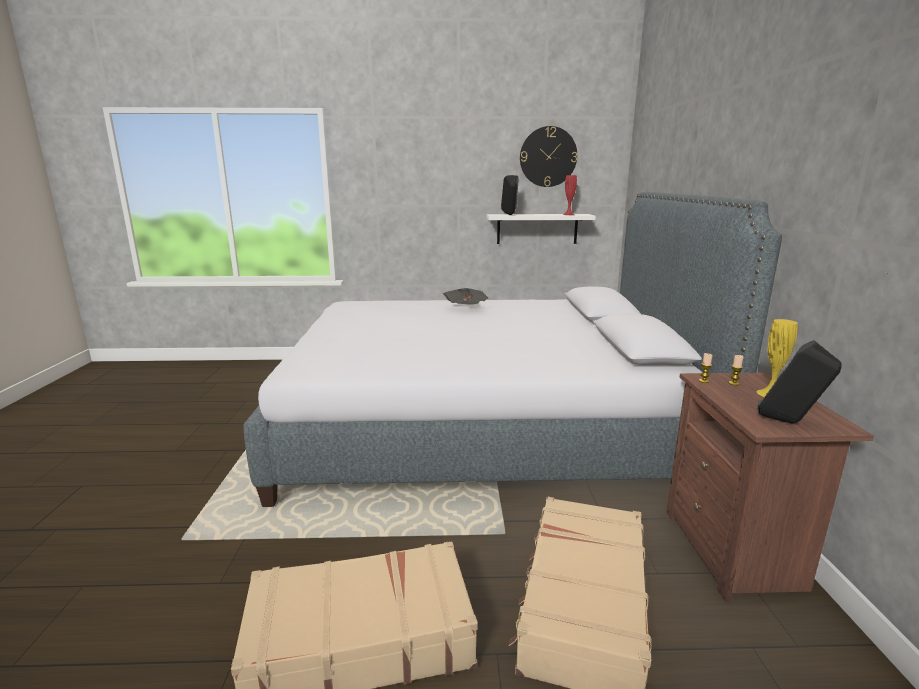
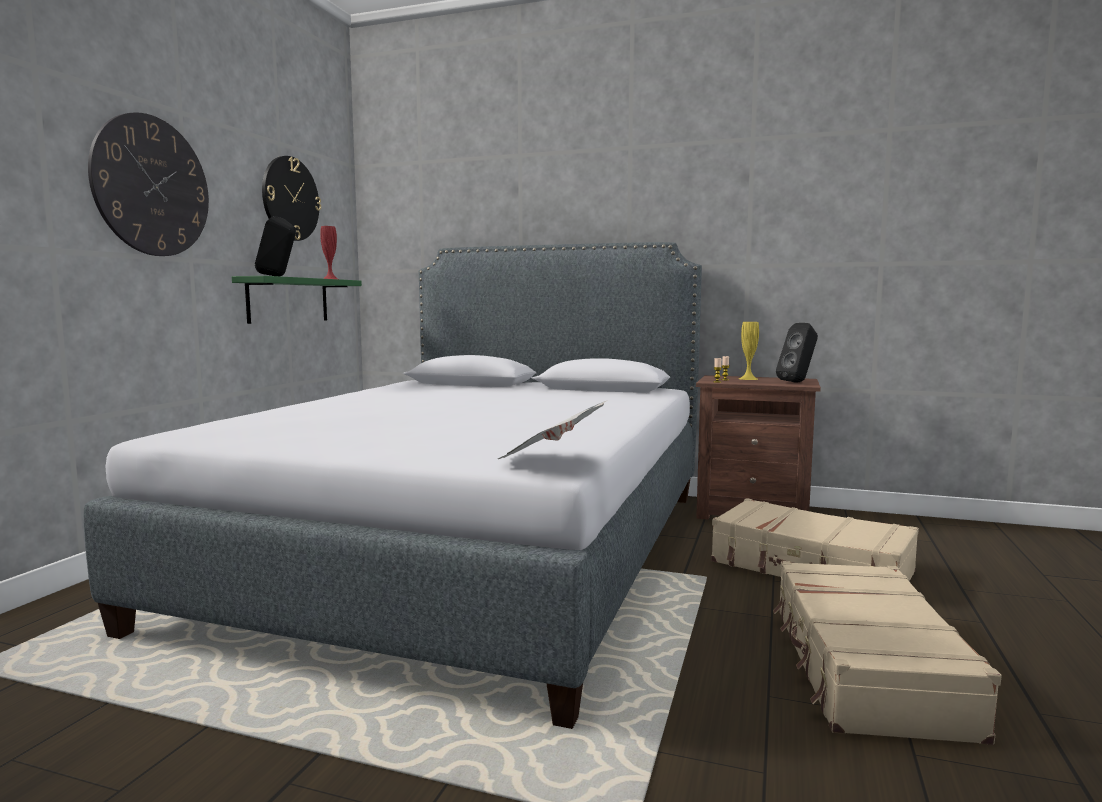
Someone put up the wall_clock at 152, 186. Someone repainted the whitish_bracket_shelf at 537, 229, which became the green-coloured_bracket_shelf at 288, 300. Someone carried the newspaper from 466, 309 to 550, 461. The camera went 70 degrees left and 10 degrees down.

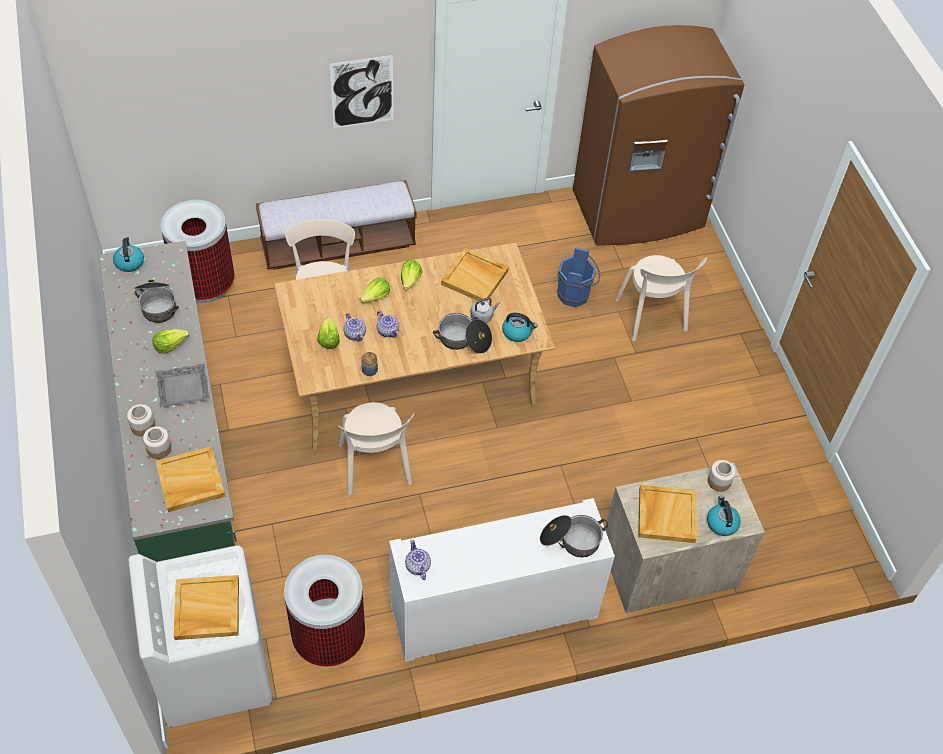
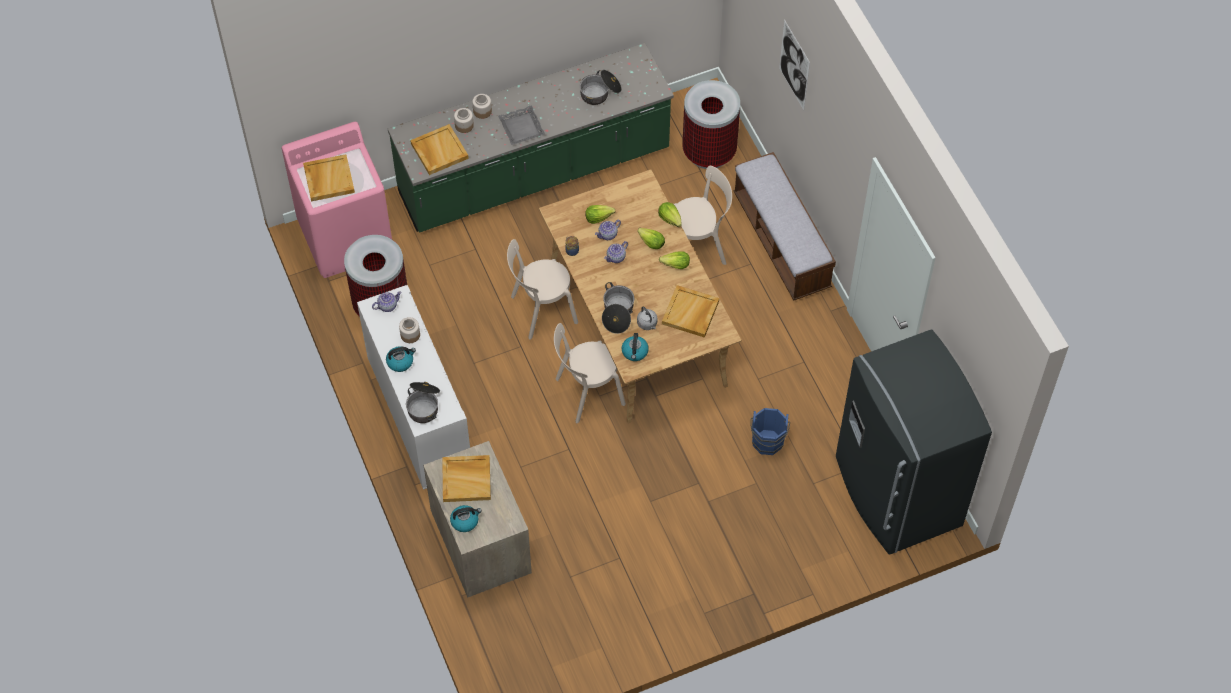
Someone repainted the whitish_laundry_machine at 214, 670, which became the pink_laundry_machine at 346, 237. Someone carried the tea_kettle from 129, 262 to 400, 362. Someone carried the preserve_jar from 718, 481 to 410, 334. Someone carried the beige_plain_chair from 652, 318 to 586, 393. Someone carried the lettuce from 170, 345 to 670, 219. Someone carried the picture from 362, 92 to 794, 65. Someone repainted the brownish_kitchen_fridge at 638, 211, which became the greyish_kitchen_fridge at 895, 493. The camera went 85 degrees right and 5 degrees up.

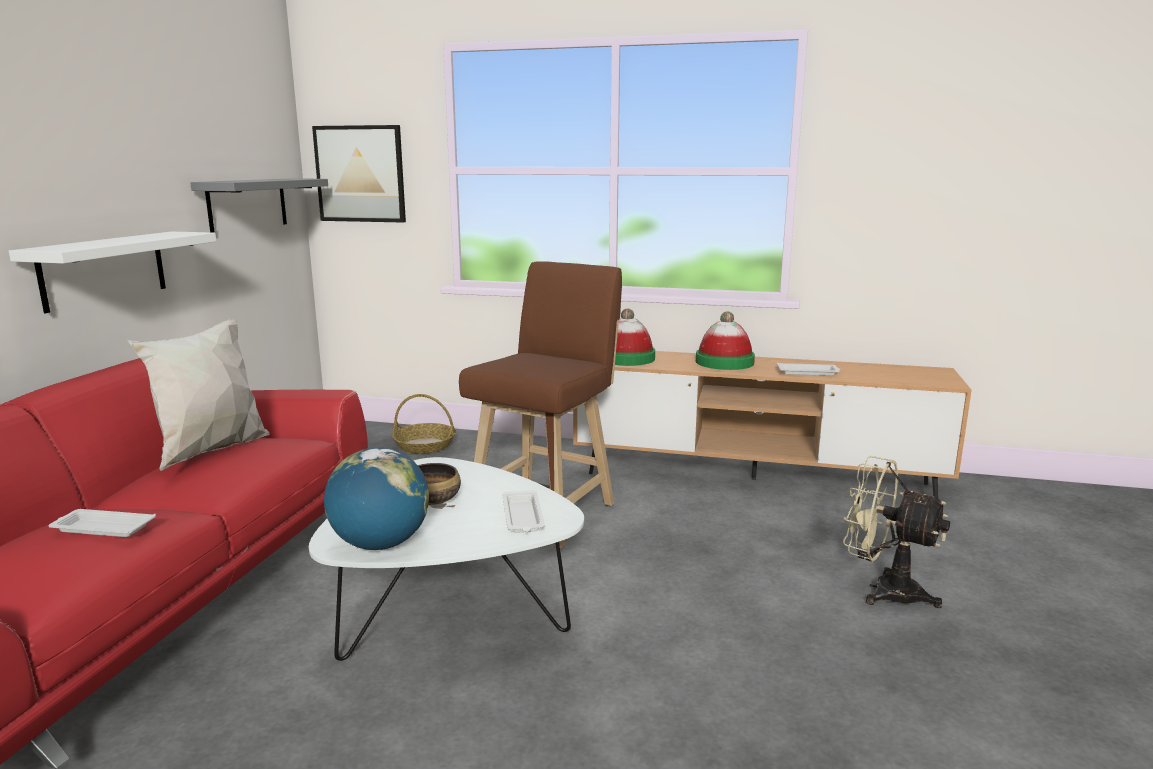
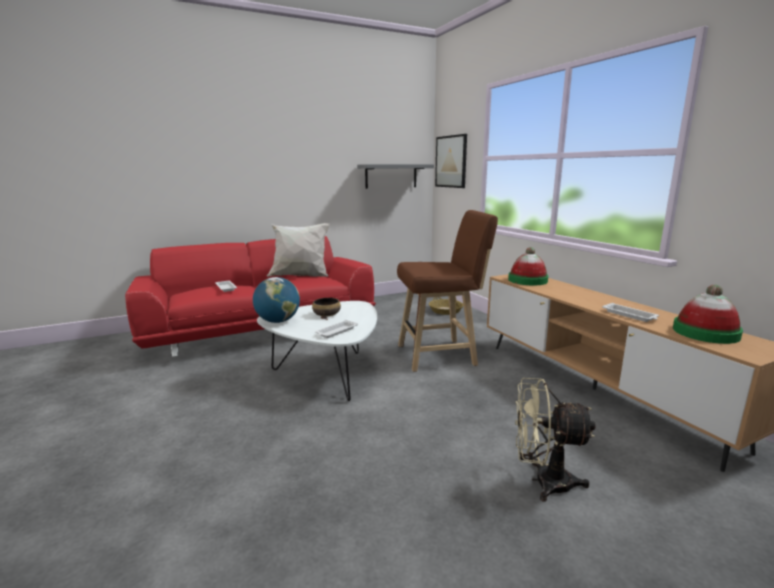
Someone rotated the beige_fan at 883, 590 by 75 degrees counterclockwise. Someone carried the wearable_hat from 724, 362 to 705, 332. Someone took away the whitish_bracket_shelf at 104, 270. The camera went 50 degrees right and 0 degrees up.

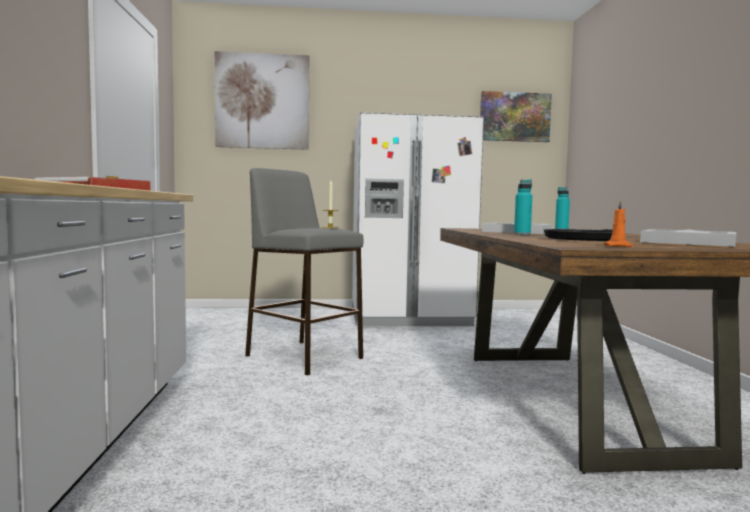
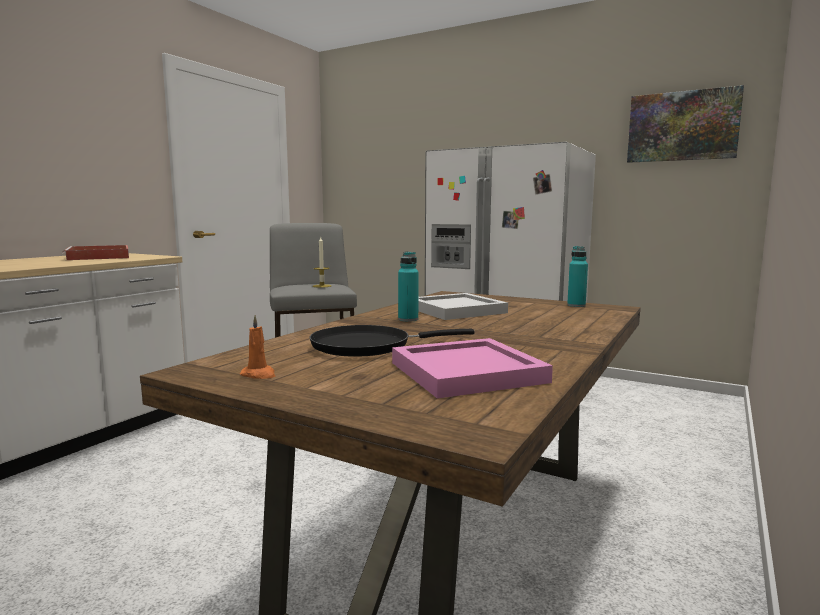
Someone repainted the whitish_carrying_tray at 687, 242, which became the pink_carrying_tray at 467, 371. Someone took away the picture at 262, 101. The camera went 35 degrees right and 5 degrees up.

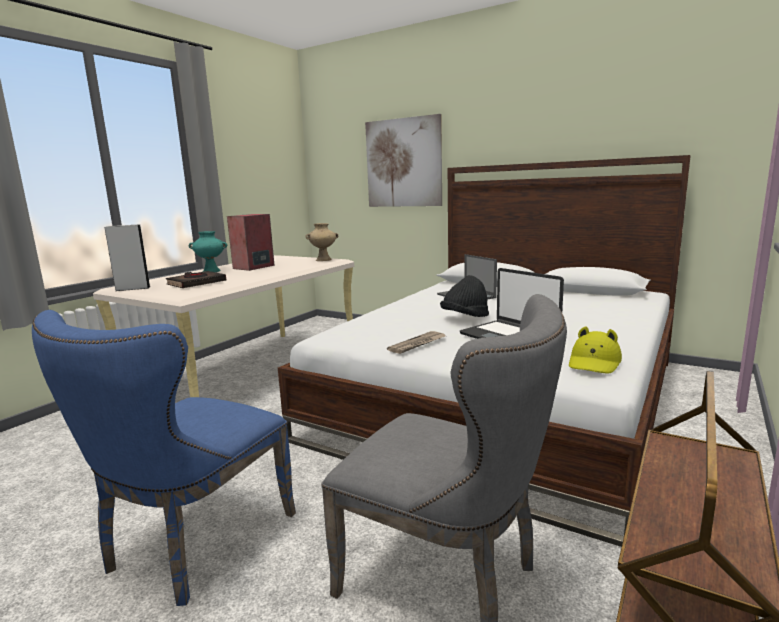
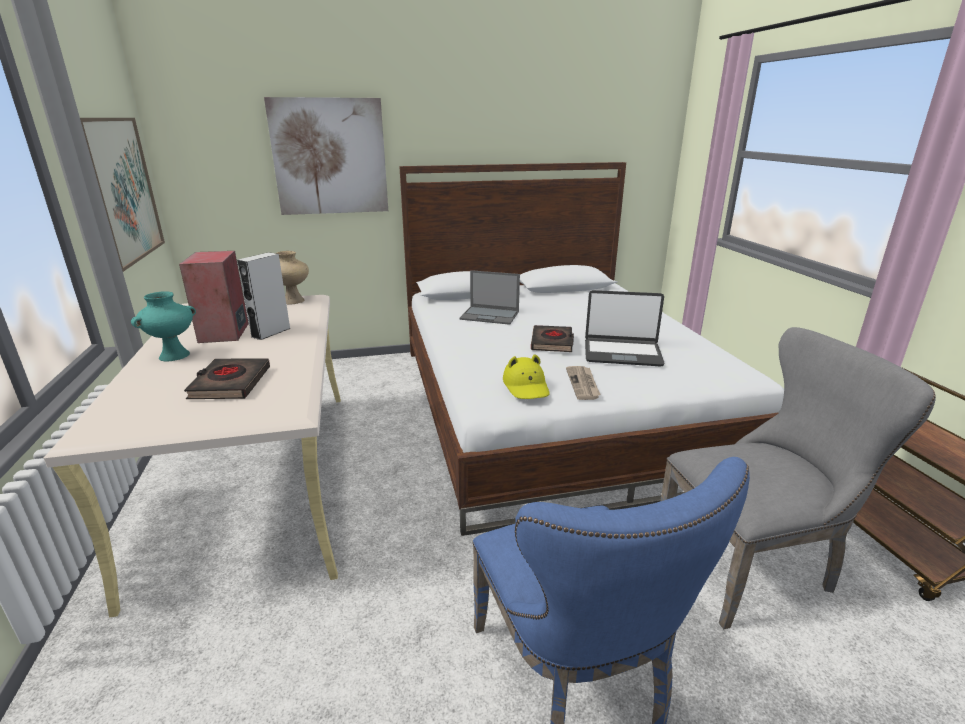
Someone put up the picture at 121, 190. Someone carried the greyish_audio_speaker from 133, 288 to 271, 332. Someone carried the yellowish_wearable_hat from 594, 363 to 526, 386. Someone swapped the black_wearable_hat at 465, 317 for the black_book at 552, 342. The camera went 45 degrees left and 10 degrees up.

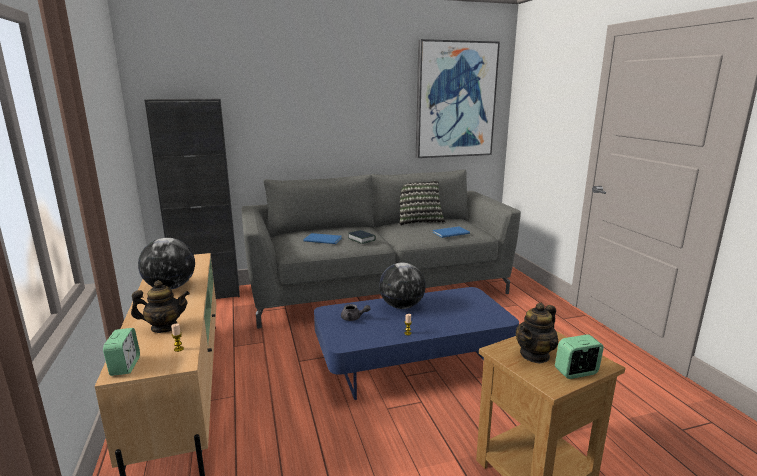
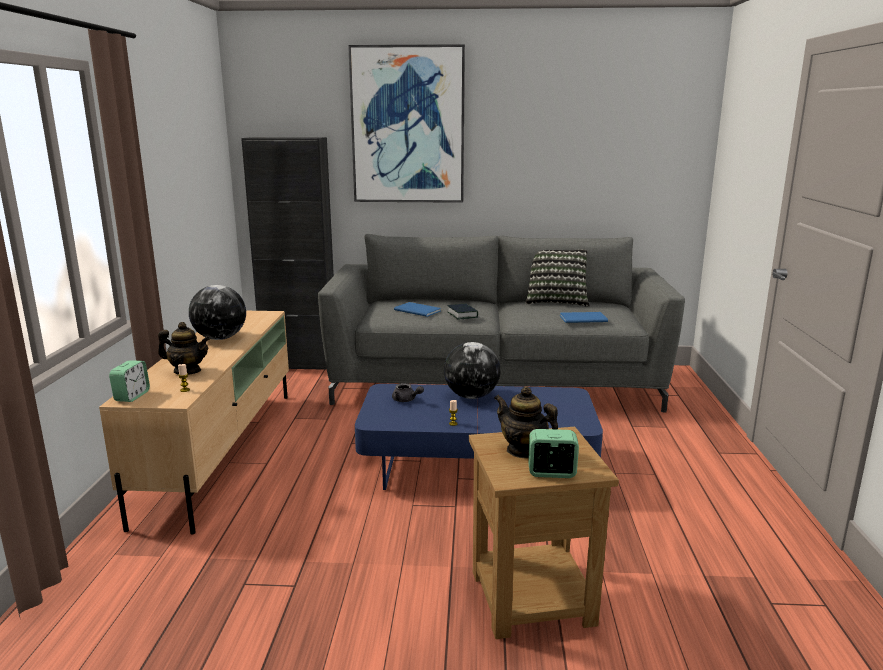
Someone carried the picture from 455, 100 to 408, 125. Someone rotated the tea_pot at 535, 355 by 60 degrees clockwise. The camera went 20 degrees right and 0 degrees up.

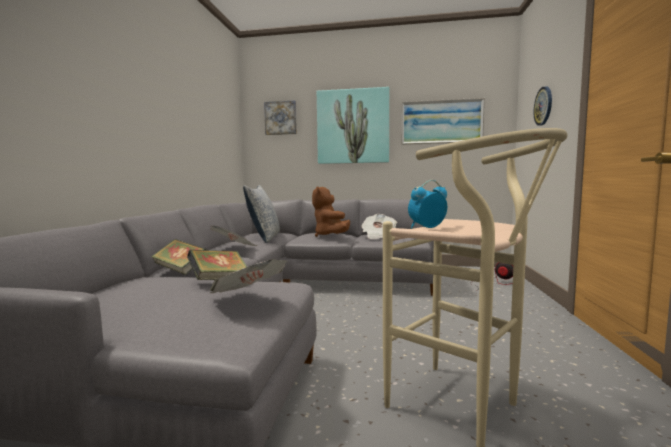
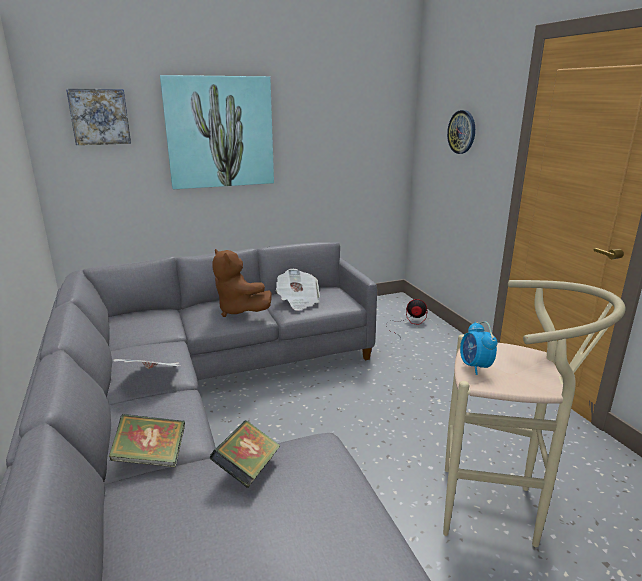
Someone rotated the alarm_clock at 426, 228 by 45 degrees counterclockwise. Someone took away the newspaper at 248, 298. Someone took away the pillow at 264, 238. Someone took away the picture at 441, 122. The camera went 30 degrees left and 15 degrees up.

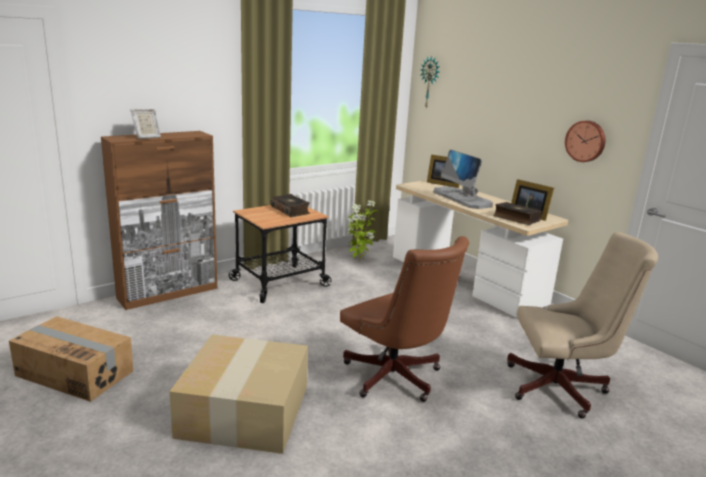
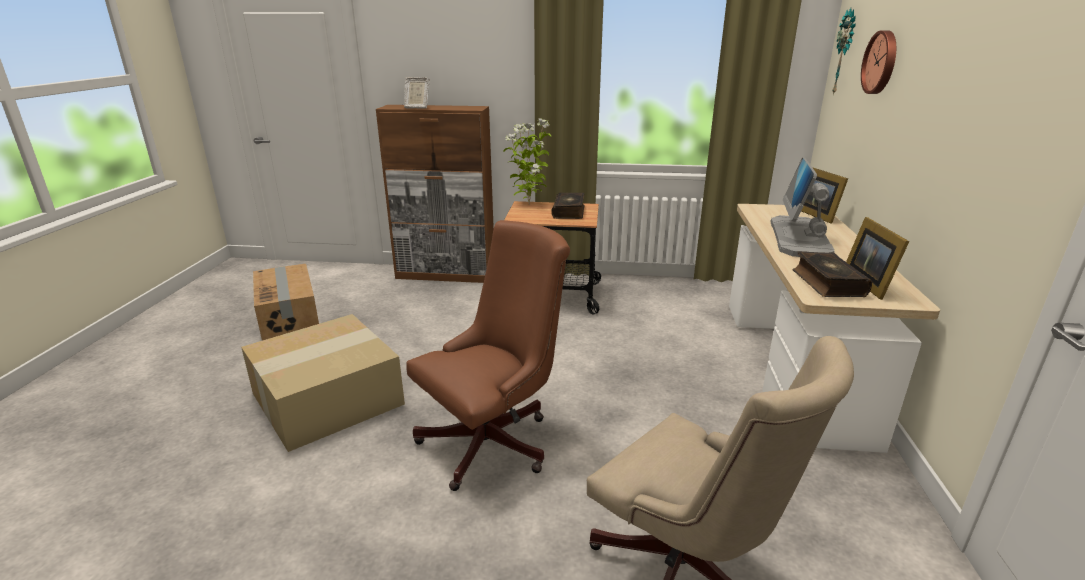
Someone rotated the brownish_desk_chair at 396, 379 by 135 degrees counterclockwise. Someone carried the potted_plant from 358, 261 to 529, 204. Someone carried the wall_clock from 586, 141 to 881, 62. The camera went 45 degrees right and 5 degrees up.

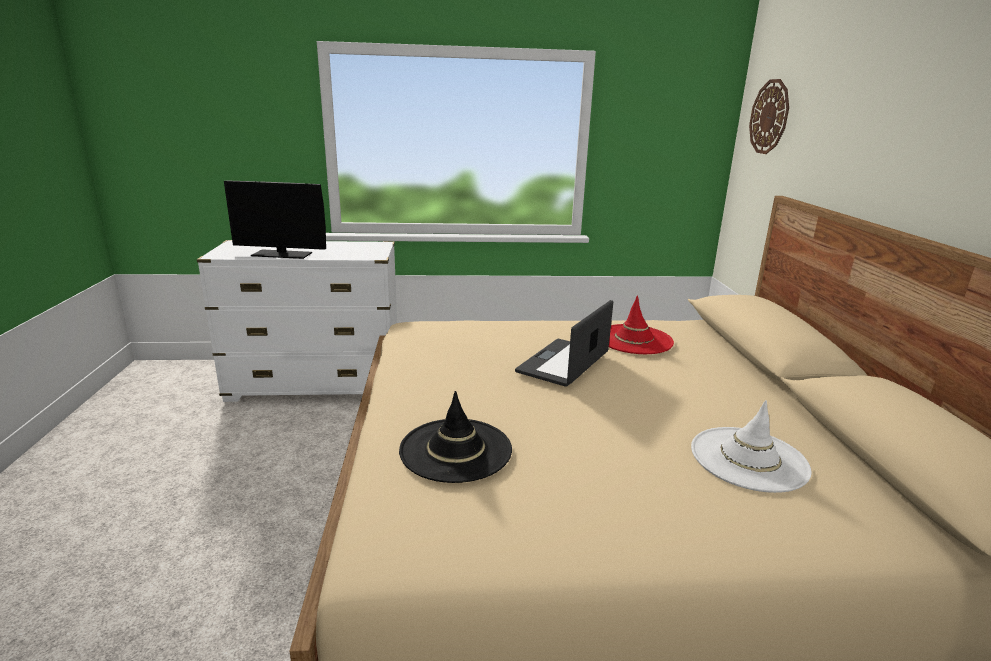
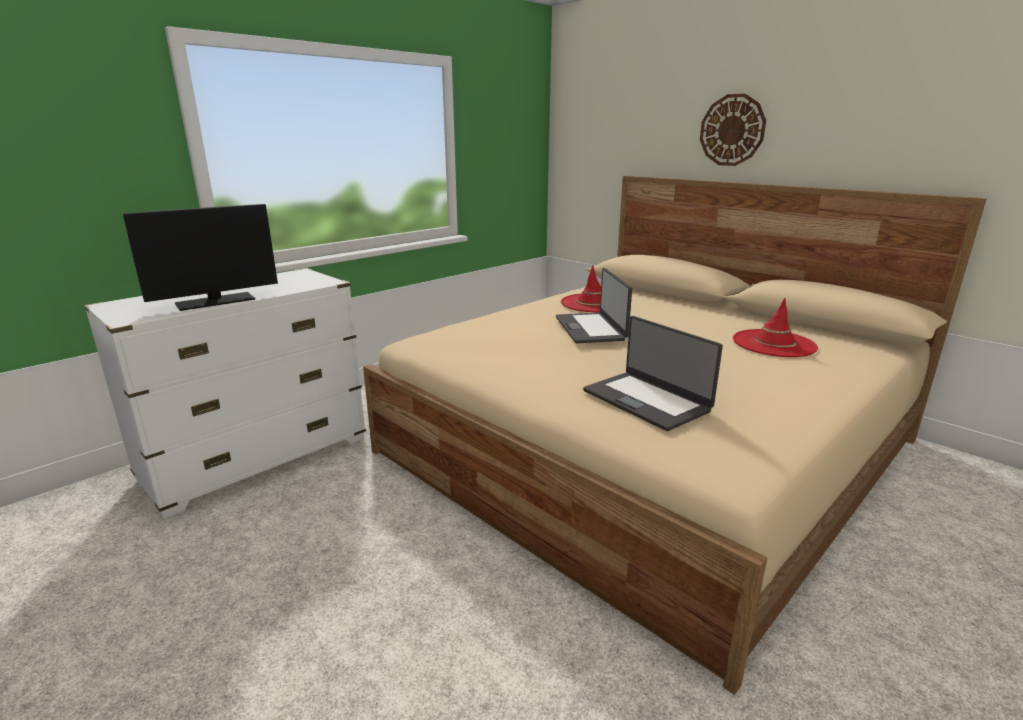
Someone swapped the black_wearable_hat at 456, 450 for the notebook_computer at 647, 400. Someone carried the wall_clock from 769, 117 to 732, 130. Someone repainted the whitish_wearable_hat at 748, 459, which became the red_wearable_hat at 773, 344. The camera went 40 degrees left and 0 degrees up.

